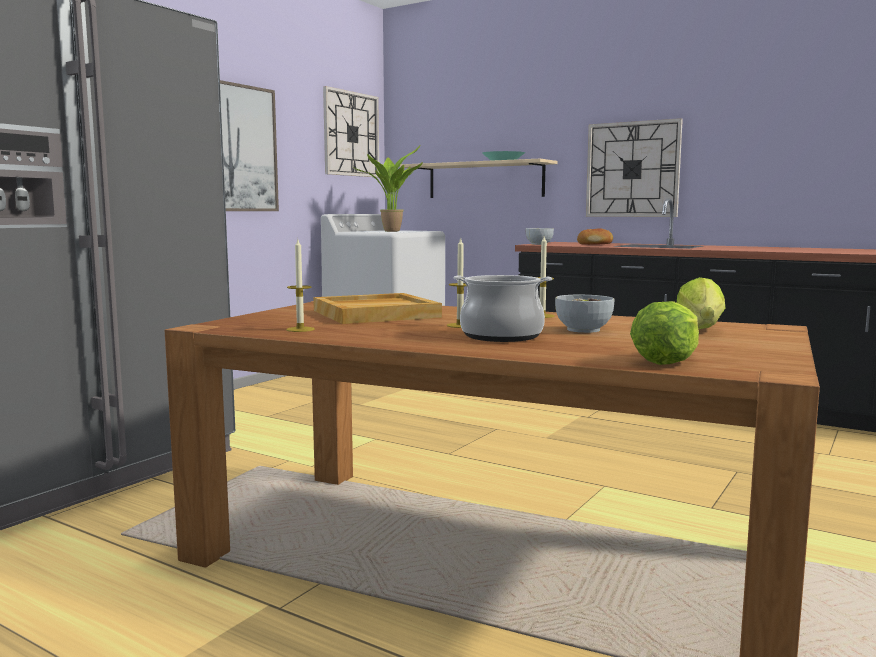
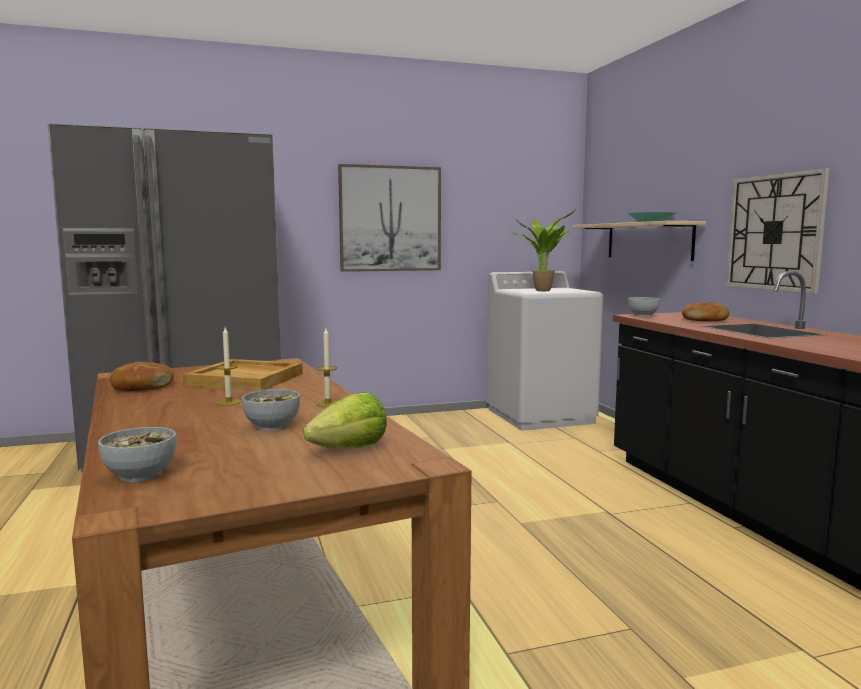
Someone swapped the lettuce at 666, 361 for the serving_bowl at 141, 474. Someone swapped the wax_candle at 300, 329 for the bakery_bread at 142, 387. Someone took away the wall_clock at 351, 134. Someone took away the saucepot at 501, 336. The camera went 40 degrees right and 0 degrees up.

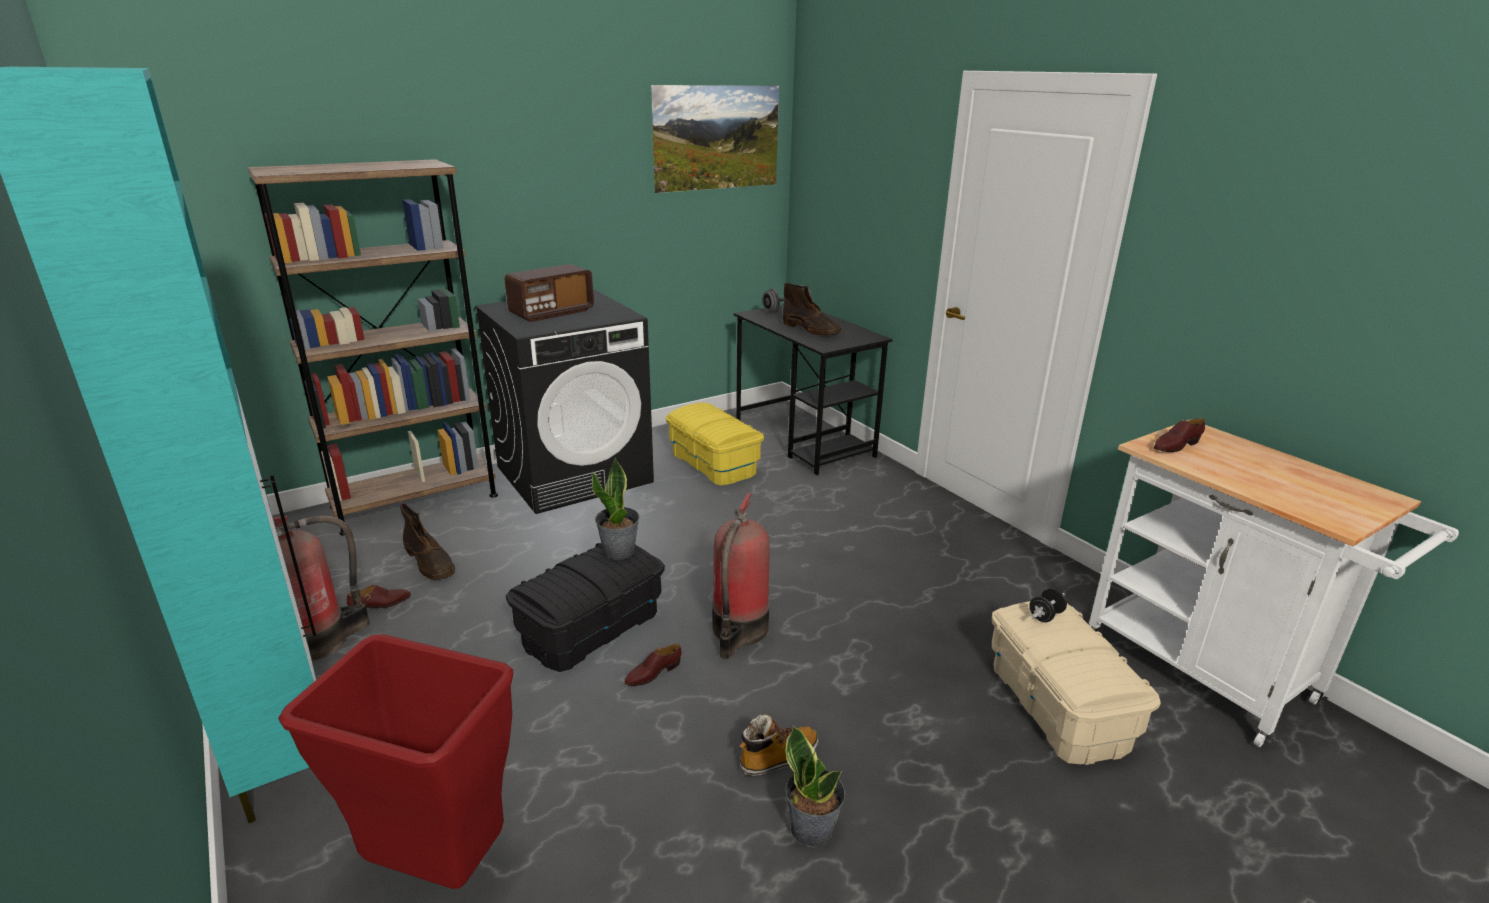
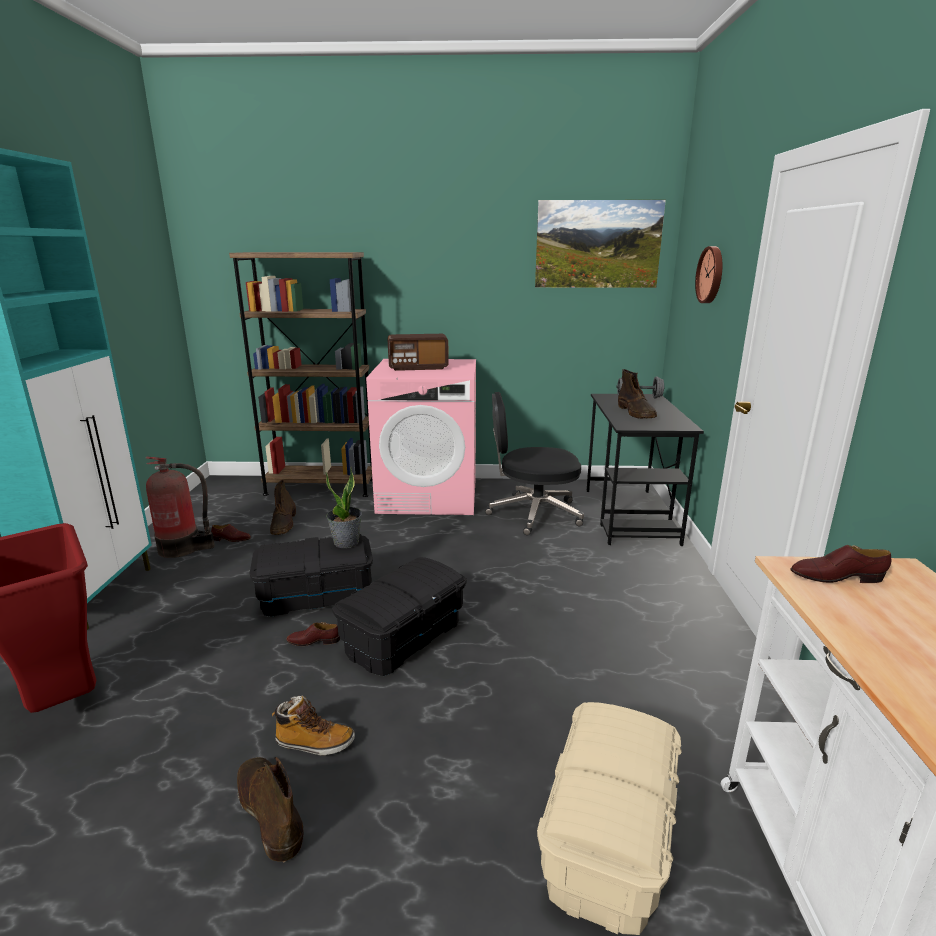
Someone swapped the potted_plant at 812, 828 for the brownish_high-top_boot at 269, 810. Someone swapped the extinguisher at 738, 631 for the black_storage_bin at 404, 637. Someone repainted the black_laundry_machine at 575, 474, which became the pink_laundry_machine at 429, 496. Someone swapped the yellowish_storage_bin at 713, 463 for the black_desk_chair at 533, 514. Someone put up the wall_clock at 711, 275. Someone took away the black_free_weight at 1045, 616. The camera went 35 degrees right and 5 degrees down.

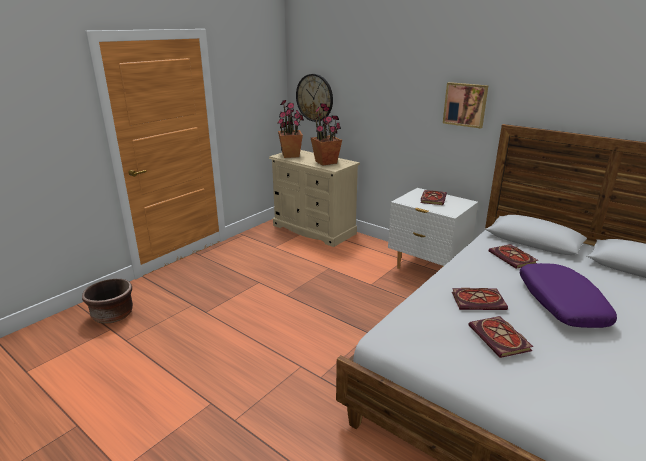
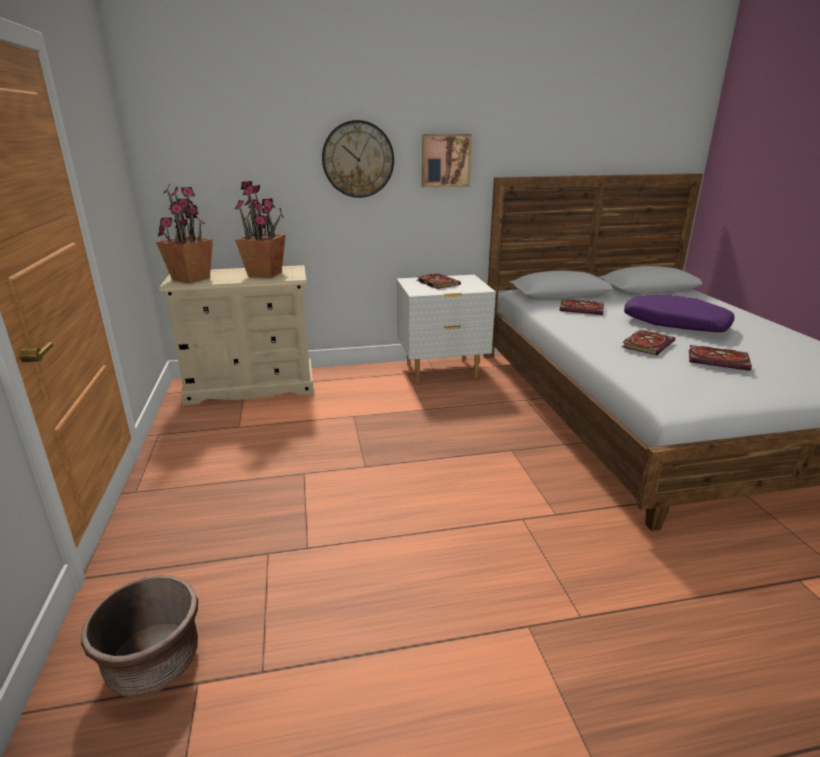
Someone carried the wall_clock from 314, 98 to 358, 159. The camera went 50 degrees left and 0 degrees up.

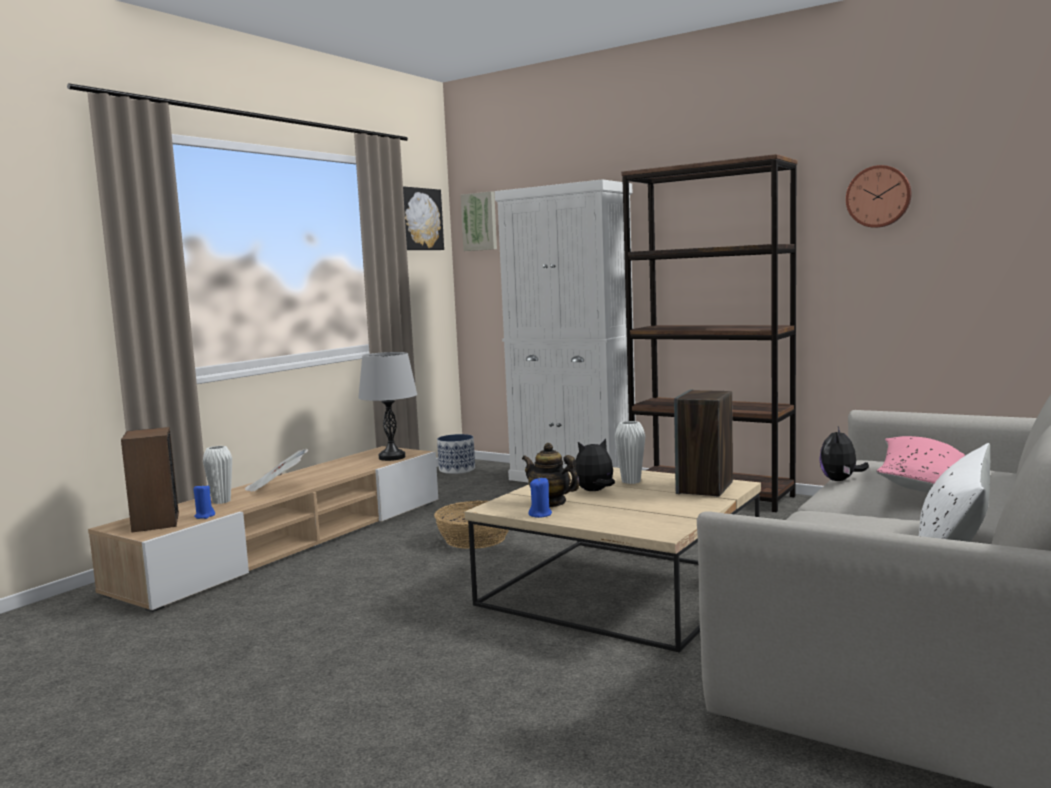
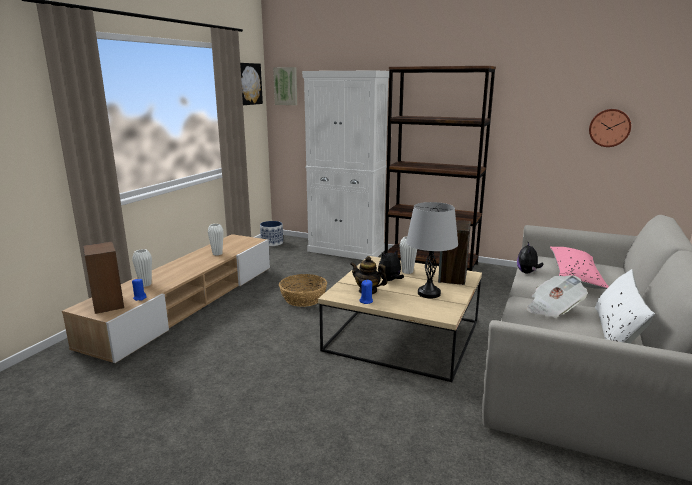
Someone put down the whitish_decorative_vase at 217, 254. Someone carried the greyish_tabletop_lamp from 392, 457 to 429, 293. Someone carried the newspaper from 276, 488 to 553, 309. Someone carried the wall_clock from 878, 196 to 609, 127. The camera went 10 degrees left and 10 degrees up.

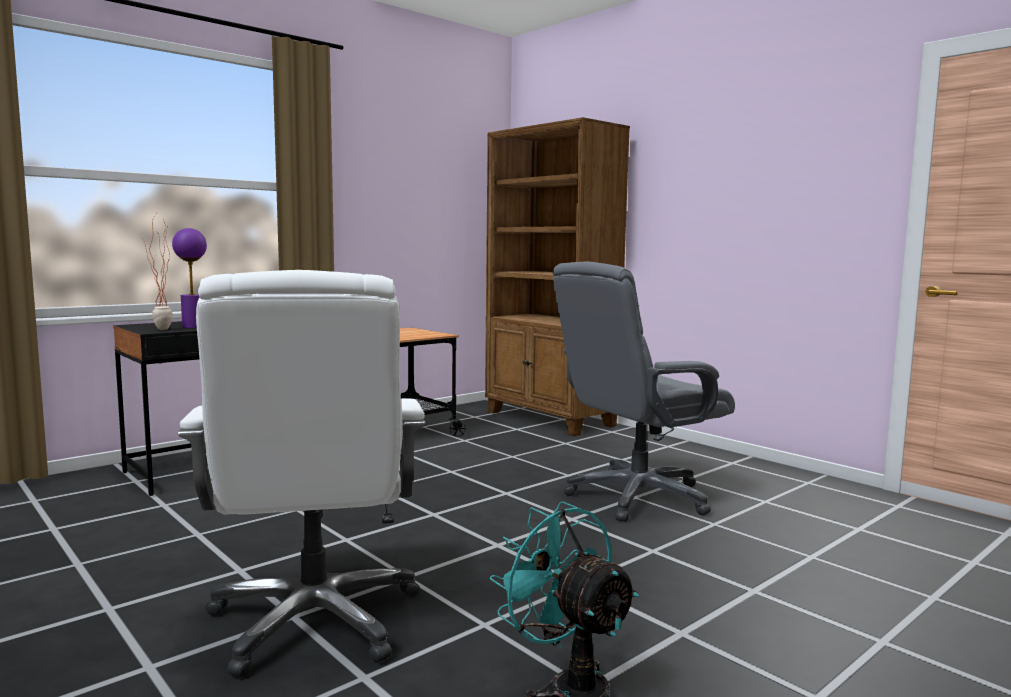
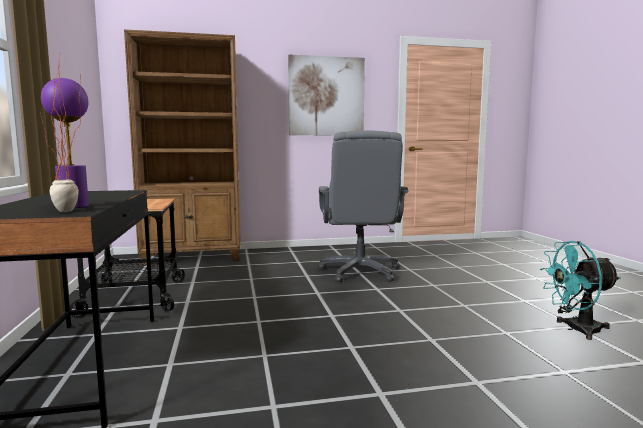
Someone put up the picture at 326, 96. Someone took away the whitish_desk_chair at 315, 620. The camera went 60 degrees left and 0 degrees up.

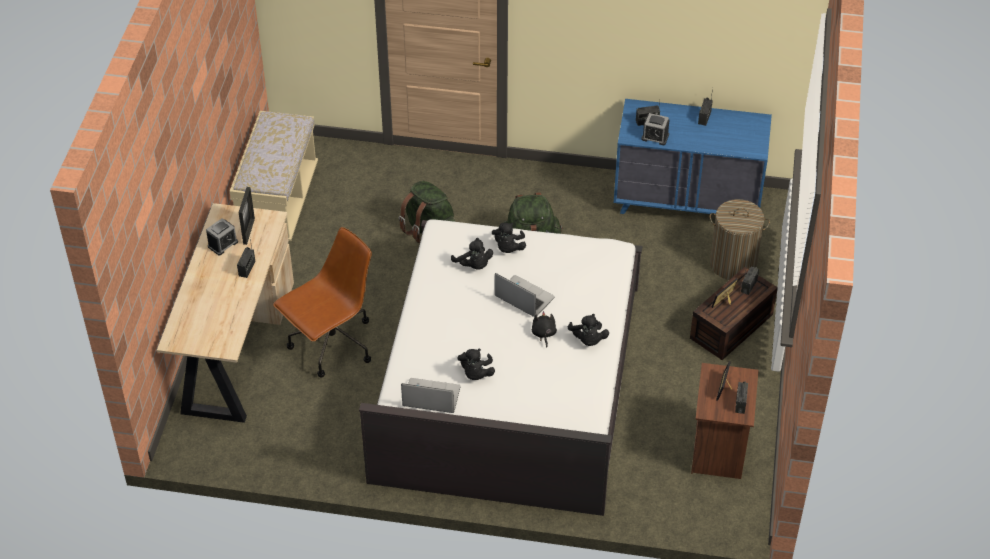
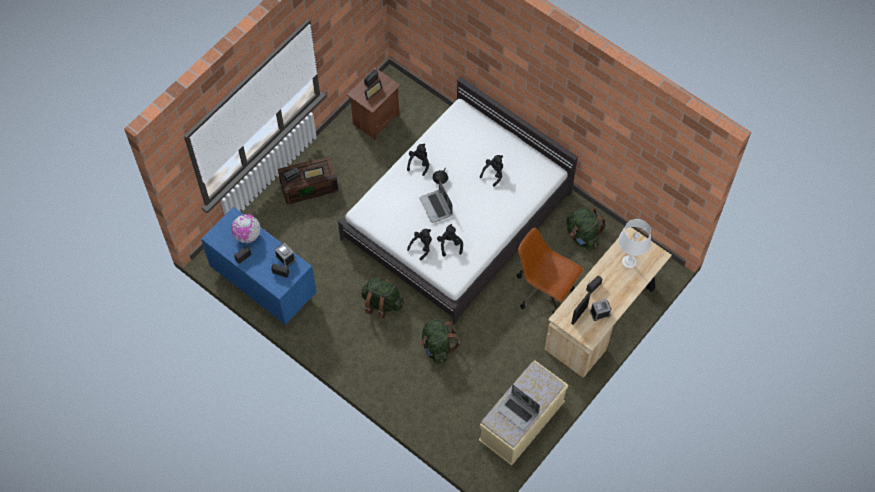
Someone put down the desk_globe at 247, 235. Someone carried the notebook_computer from 430, 397 to 518, 411. Someone rotated the brownish_desk_chair at 331, 345 by 45 degrees clockwise. Someone put down the green-coloured_rucksack at 582, 236. Someone put down the whitish_tabletop_lamp at 629, 261. Someone took away the washing_basket at 733, 264. The camera went 150 degrees left and 15 degrees up.

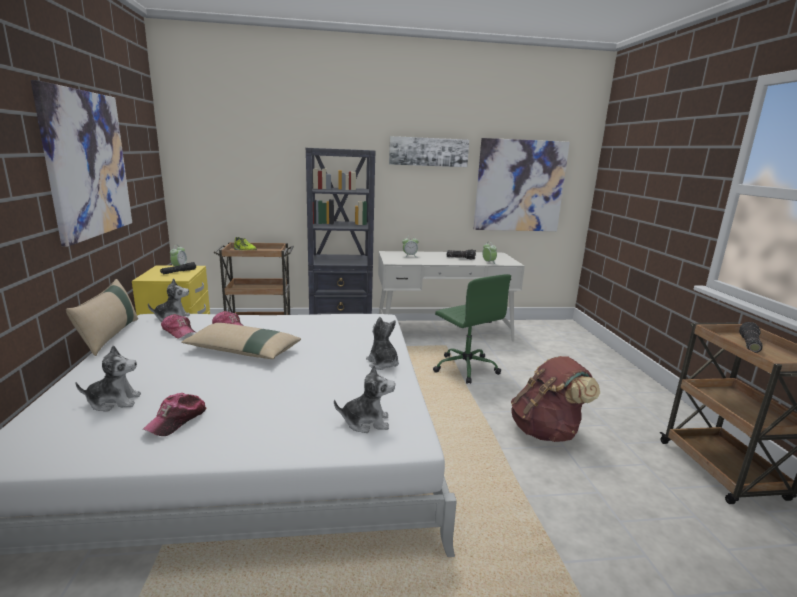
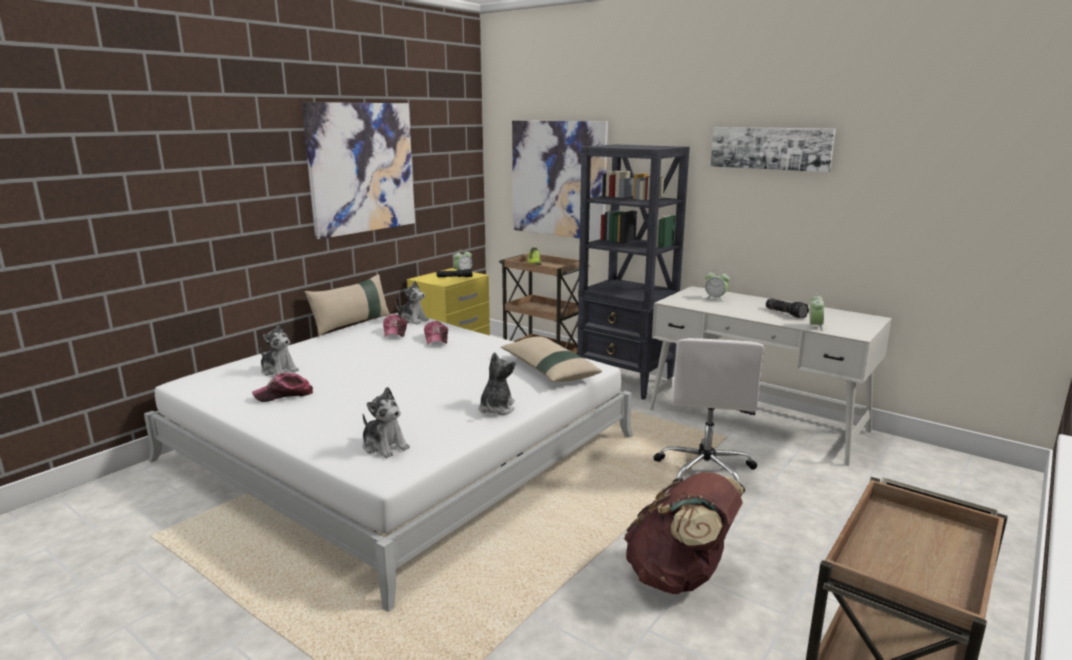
Someone carried the beige_pillow from 243, 351 to 548, 369. Someone carried the picture from 519, 186 to 558, 179. Someone repainted the green-coloured_desk_chair at 465, 367, which became the whitish_desk_chair at 705, 470. Someone took away the torch at 748, 344. The camera went 45 degrees right and 0 degrees up.

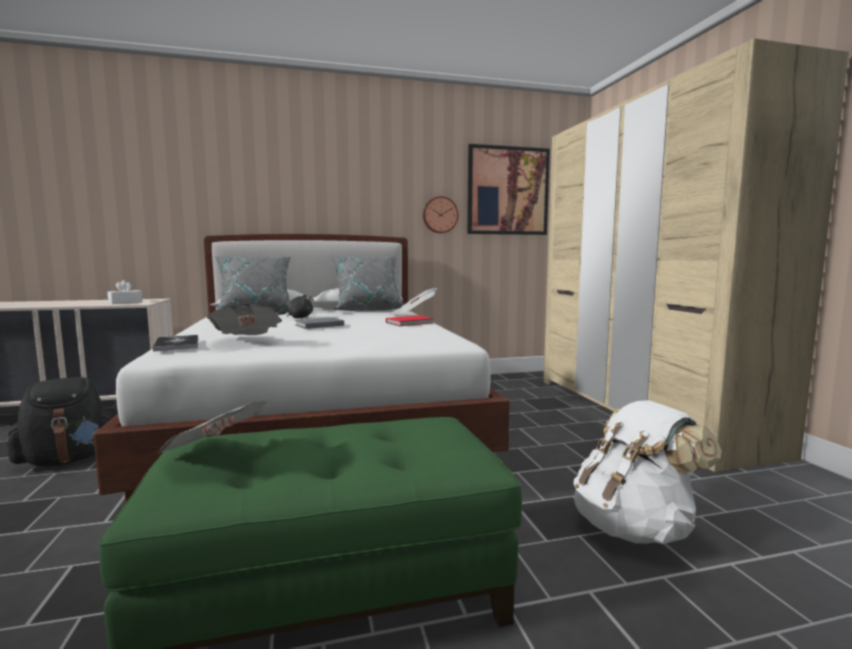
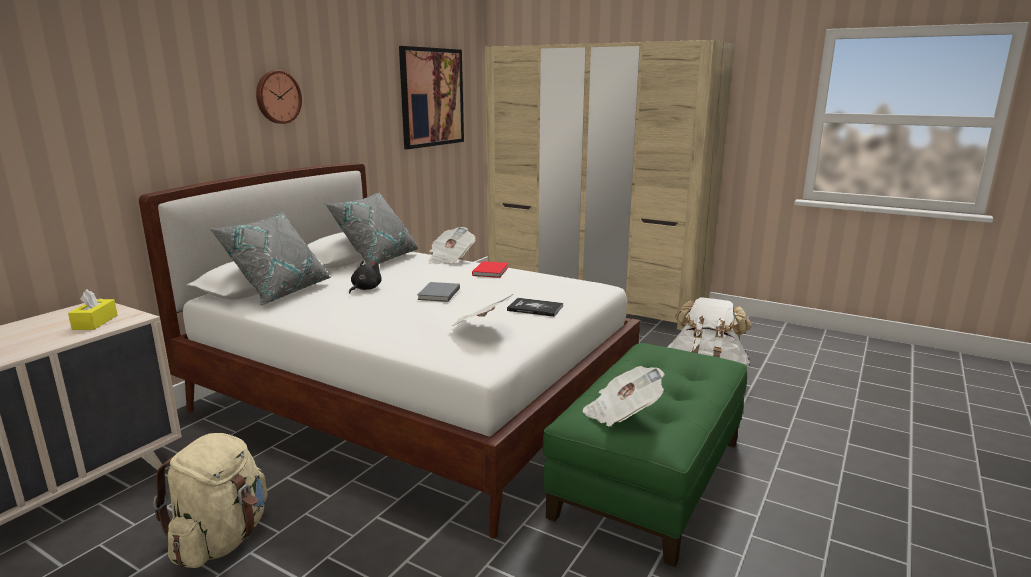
Someone repainted the whitish_tissue_holder at 125, 302, which became the yellowish_tissue_holder at 95, 322. Someone repainted the black_rucksack at 68, 459, which became the beige_rucksack at 222, 539. Someone carried the wall_clock from 440, 215 to 277, 97. Someone carried the book from 177, 344 to 535, 308. The camera went 45 degrees left and 10 degrees up.

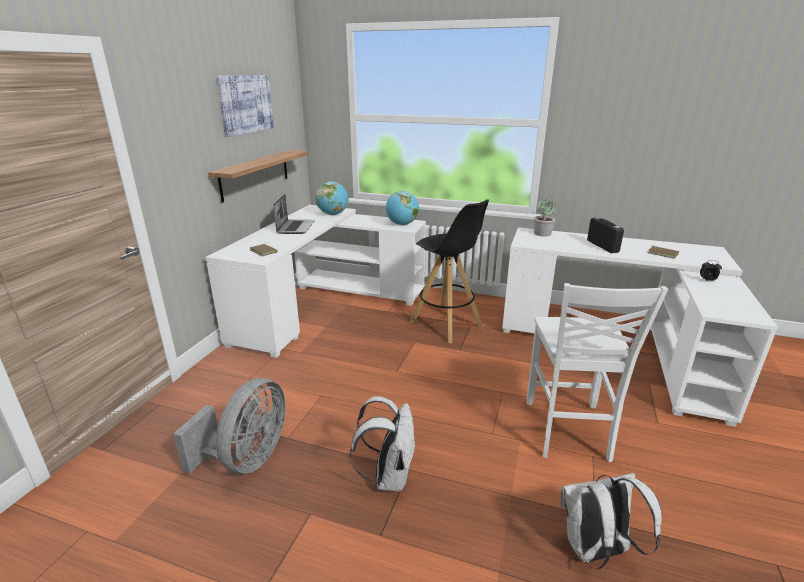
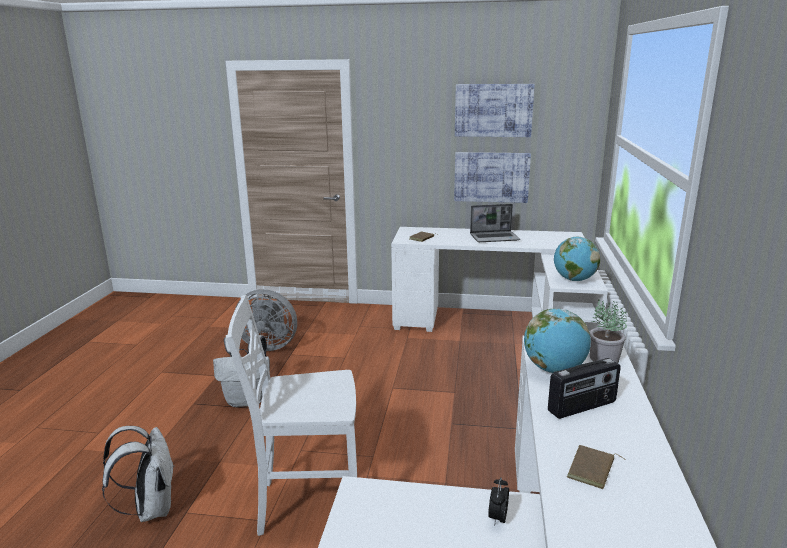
Someone swapped the bracket_shelf at 255, 174 for the picture at 491, 177. Someone carried the desk_globe from 333, 214 to 554, 370. Someone took away the black_stool at 446, 324. The camera went 80 degrees right and 5 degrees down.

